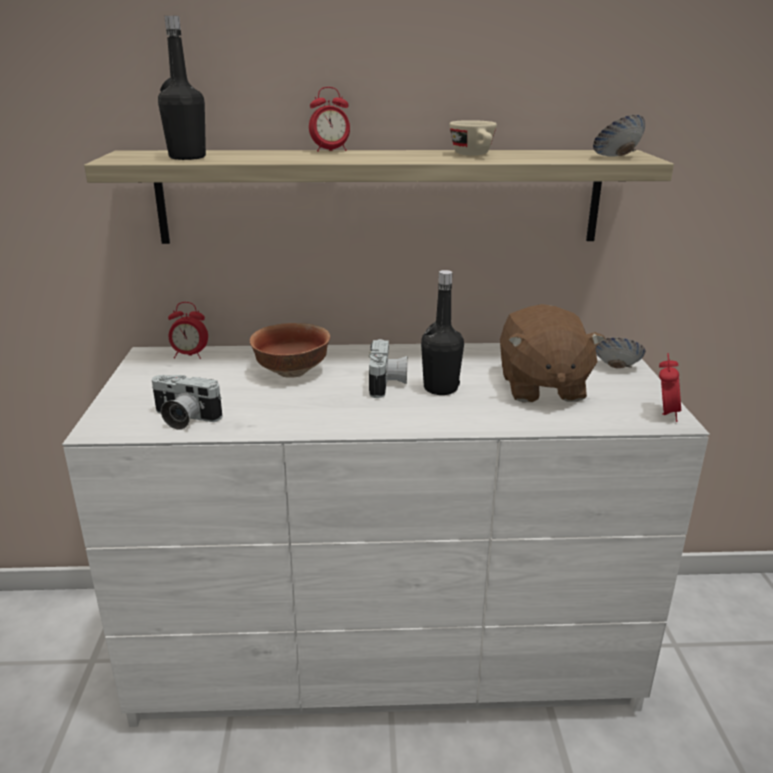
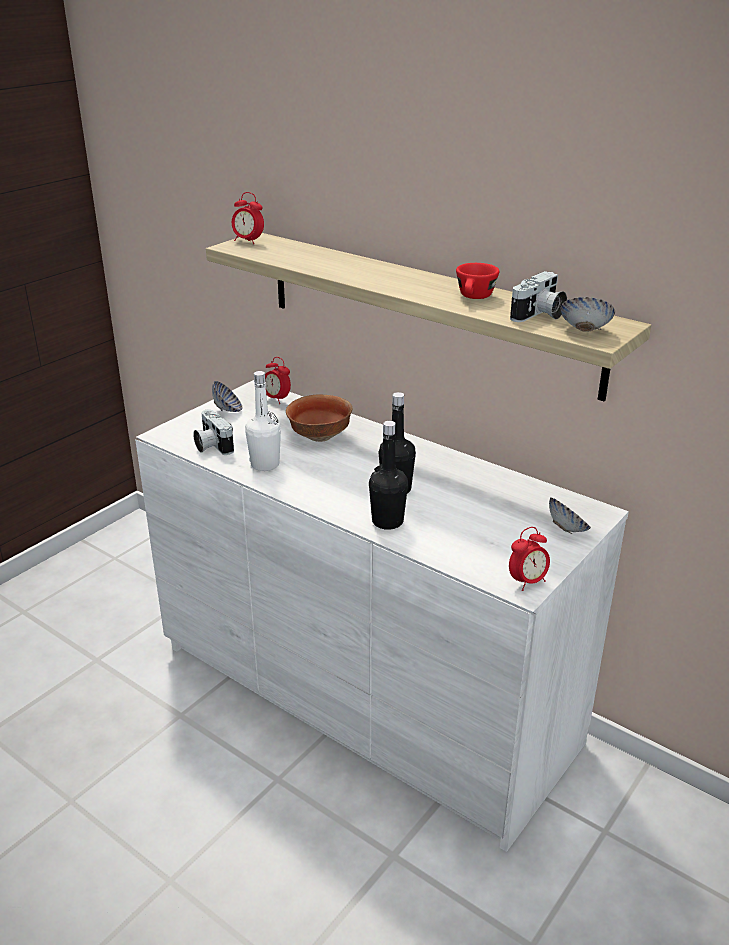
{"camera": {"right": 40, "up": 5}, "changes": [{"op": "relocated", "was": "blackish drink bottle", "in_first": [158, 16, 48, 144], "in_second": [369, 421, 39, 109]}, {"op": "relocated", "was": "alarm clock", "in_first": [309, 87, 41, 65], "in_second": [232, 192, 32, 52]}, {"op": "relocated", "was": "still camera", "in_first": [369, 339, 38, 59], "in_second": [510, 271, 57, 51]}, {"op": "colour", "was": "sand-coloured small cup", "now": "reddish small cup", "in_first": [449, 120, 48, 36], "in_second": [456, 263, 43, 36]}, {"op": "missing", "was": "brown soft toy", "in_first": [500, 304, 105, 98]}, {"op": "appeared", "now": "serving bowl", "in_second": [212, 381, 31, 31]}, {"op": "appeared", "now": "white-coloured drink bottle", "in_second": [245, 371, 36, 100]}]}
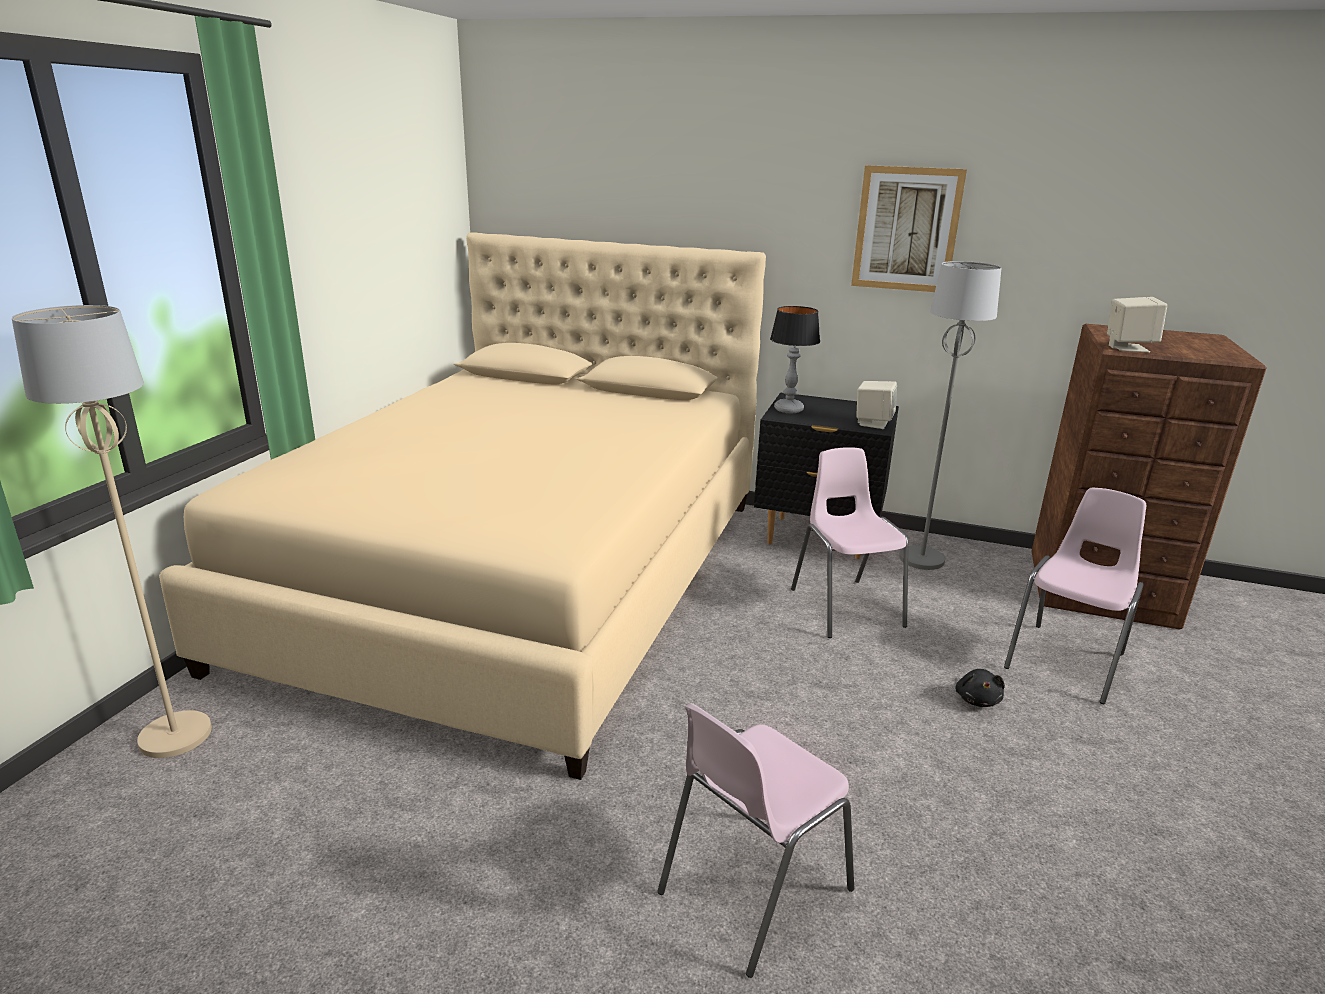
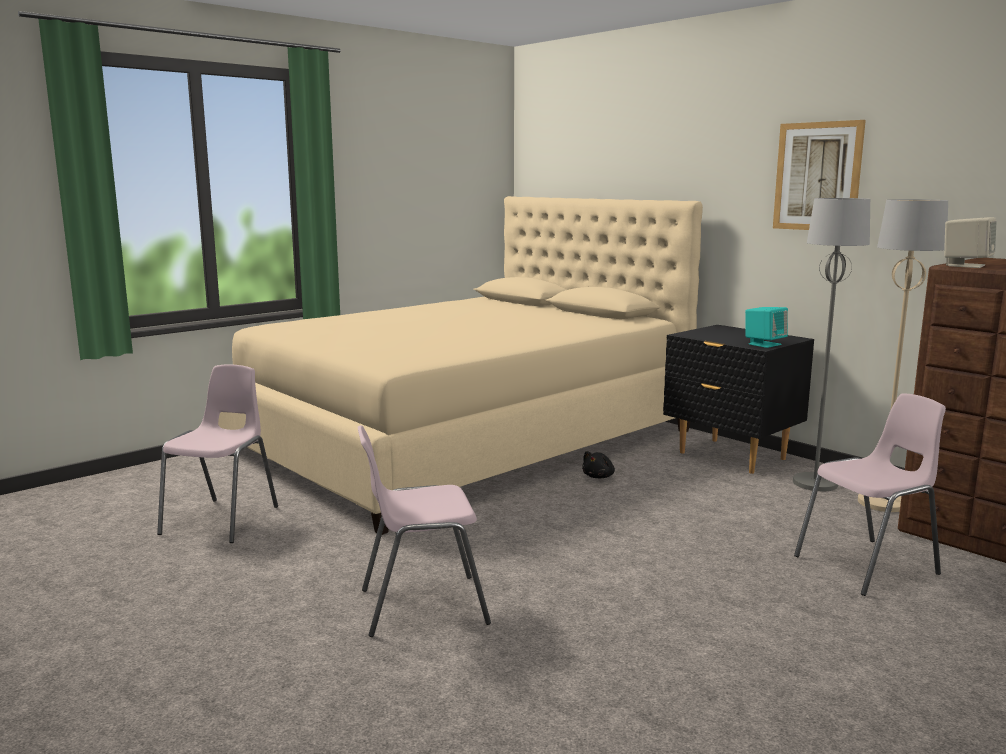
{"camera": {"right": 30, "up": -10}, "changes": [{"op": "relocated", "was": "sand-coloured floor lamp", "in_first": [12, 305, 200, 453], "in_second": [858, 199, 90, 313]}, {"op": "missing", "was": "lamp for a table", "in_first": [770, 306, 50, 107]}, {"op": "relocated", "was": "pinkish chair", "in_first": [791, 447, 117, 191], "in_second": [157, 365, 121, 178]}, {"op": "colour", "was": "sand-coloured speaker", "now": "blue-green speaker", "in_first": [856, 381, 41, 48], "in_second": [745, 307, 43, 41]}, {"op": "relocated", "was": "blackish soft toy", "in_first": [955, 669, 50, 38], "in_second": [582, 451, 33, 27]}]}
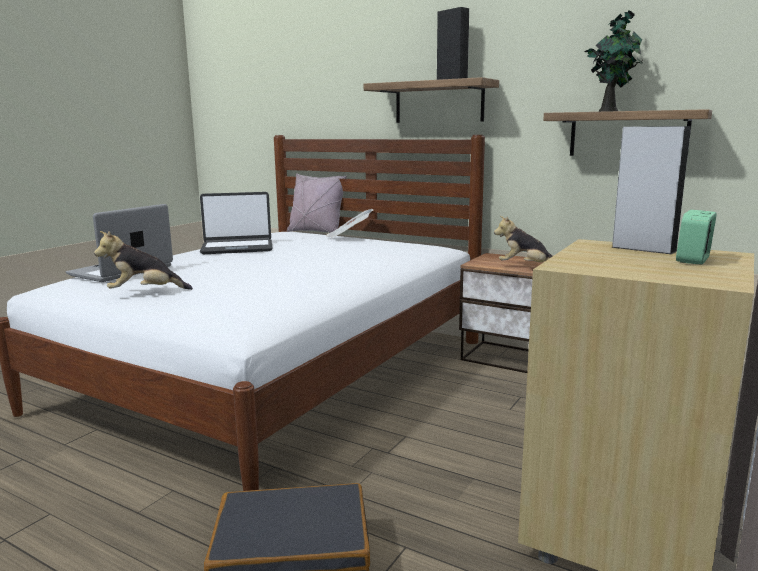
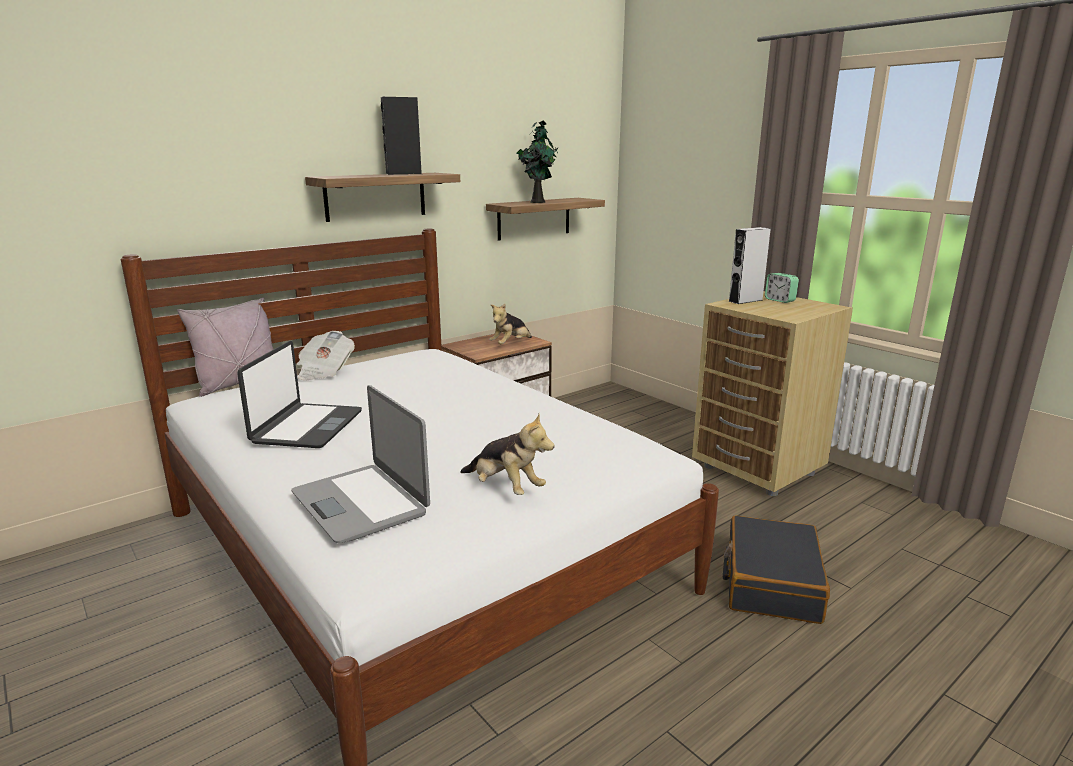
{"camera": {"right": -70, "up": 5}, "changes": [{"op": "spun", "was": "soft toy", "in_first": [94, 231, 99, 59], "in_second": [460, 414, 94, 81], "clockwise": -60}]}
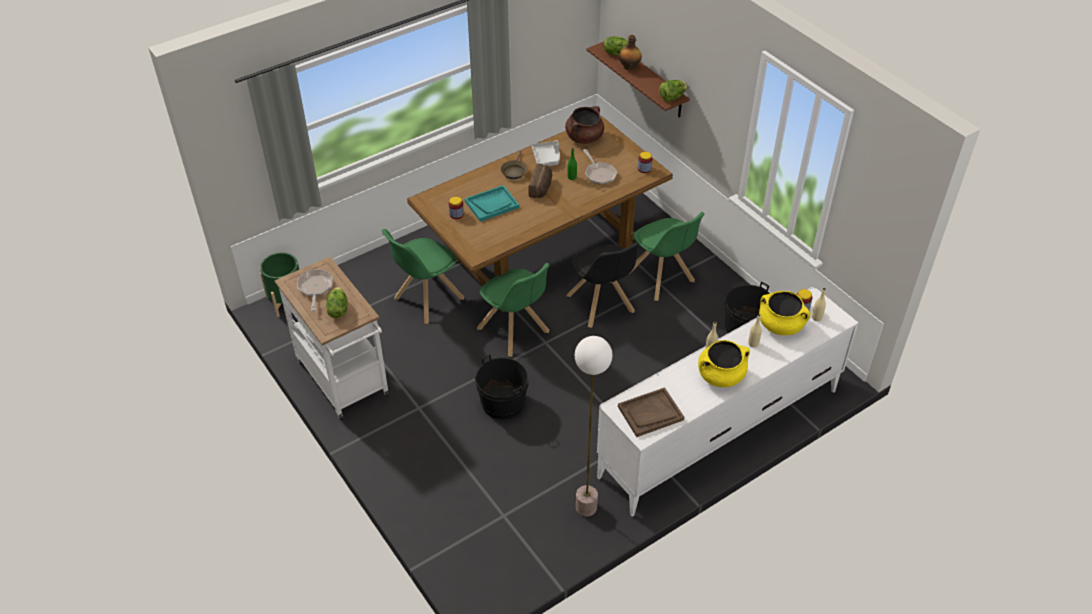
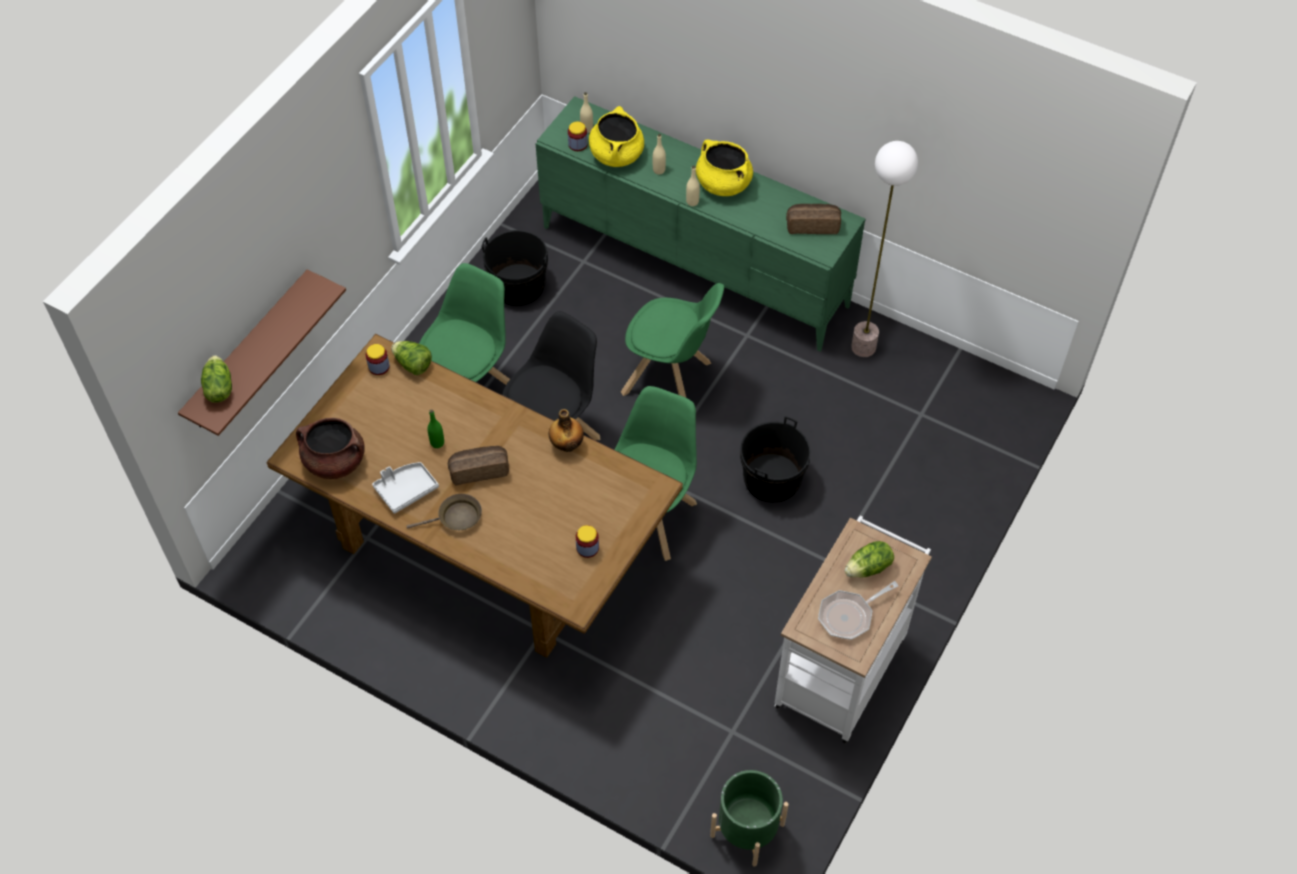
{"camera": {"right": -115, "up": 10}, "changes": [{"op": "relocated", "was": "greenish chair", "in_first": [382, 229, 82, 95], "in_second": [621, 283, 103, 115]}, {"op": "missing", "was": "blue-green carrying tray", "in_first": [465, 185, 54, 37]}, {"op": "missing", "was": "skillet", "in_first": [583, 149, 34, 36]}, {"op": "colour", "was": "white-coloured cupboard", "now": "greenish cupboard", "in_first": [597, 286, 261, 231], "in_second": [536, 96, 330, 256]}, {"op": "exchanged", "was": "brown carrying tray", "now": "bakery bread", "in_first": [618, 387, 66, 50], "in_second": [786, 204, 55, 30]}, {"op": "relocated", "was": "drink bottle", "in_first": [619, 35, 23, 35], "in_second": [549, 409, 35, 43]}, {"op": "relocated", "was": "lettuce head", "in_first": [659, 80, 29, 22], "in_second": [391, 341, 41, 34]}]}
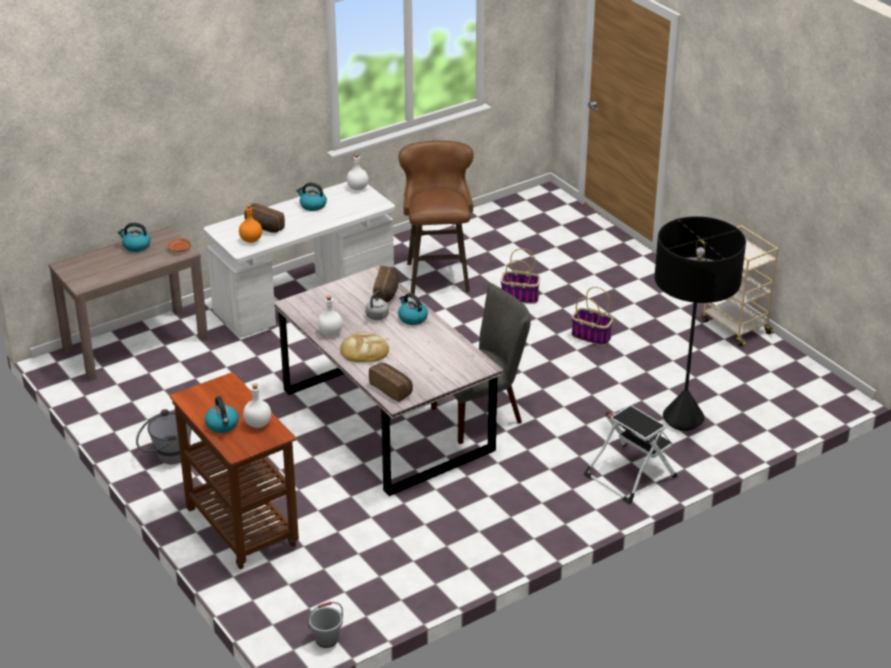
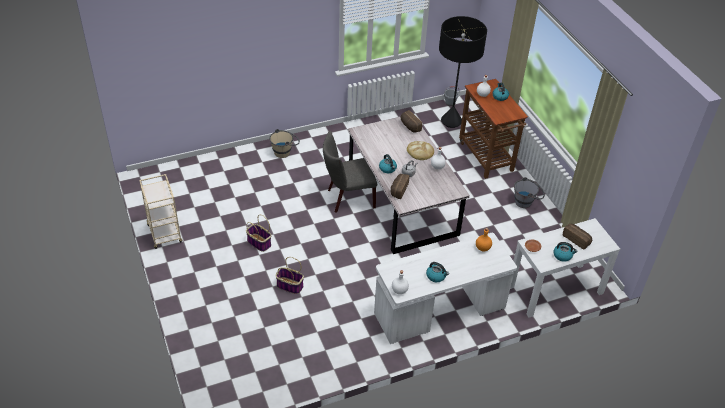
{"camera": {"right": -170, "up": 10}, "changes": [{"op": "colour", "was": "brown console table", "now": "white-coloured console table", "in_first": [49, 226, 159, 155], "in_second": [510, 218, 110, 100]}, {"op": "relocated", "was": "bakery bread", "in_first": [244, 203, 41, 30], "in_second": [563, 224, 29, 26]}, {"op": "missing", "was": "brown stool seat", "in_first": [398, 140, 76, 155]}, {"op": "exchanged", "was": "step ladder", "now": "sand-coloured water bucket", "in_first": [583, 405, 95, 99], "in_second": [269, 129, 31, 29]}, {"op": "relocated", "was": "blackish floor lamp", "in_first": [654, 216, 92, 215], "in_second": [439, 16, 48, 112]}]}
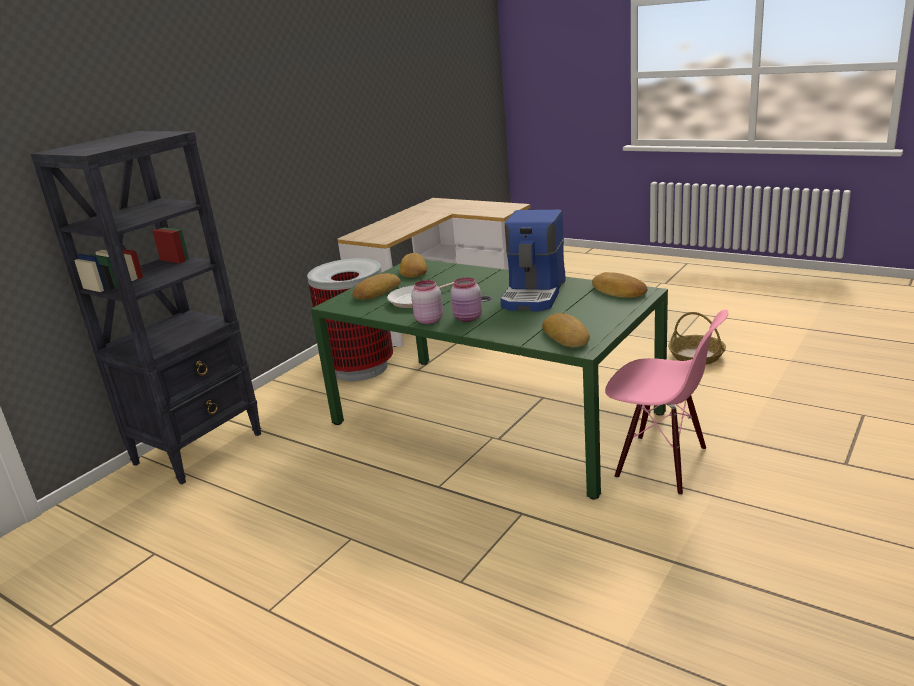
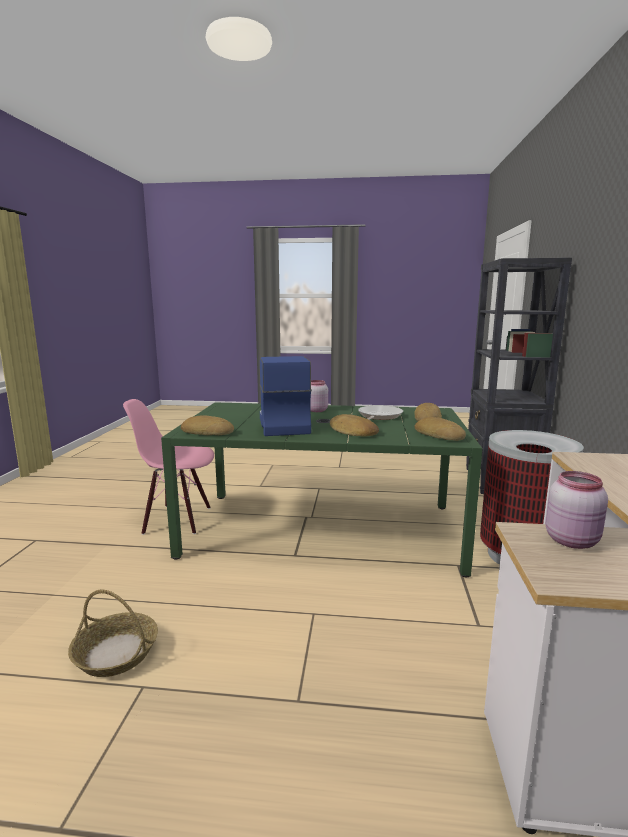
{"camera": {"right": 150, "up": -10}, "changes": [{"op": "relocated", "was": "pinkish jar", "in_first": [411, 280, 32, 44], "in_second": [545, 471, 63, 78]}, {"op": "relocated", "was": "bakery bread", "in_first": [542, 313, 48, 35], "in_second": [330, 414, 49, 23]}]}
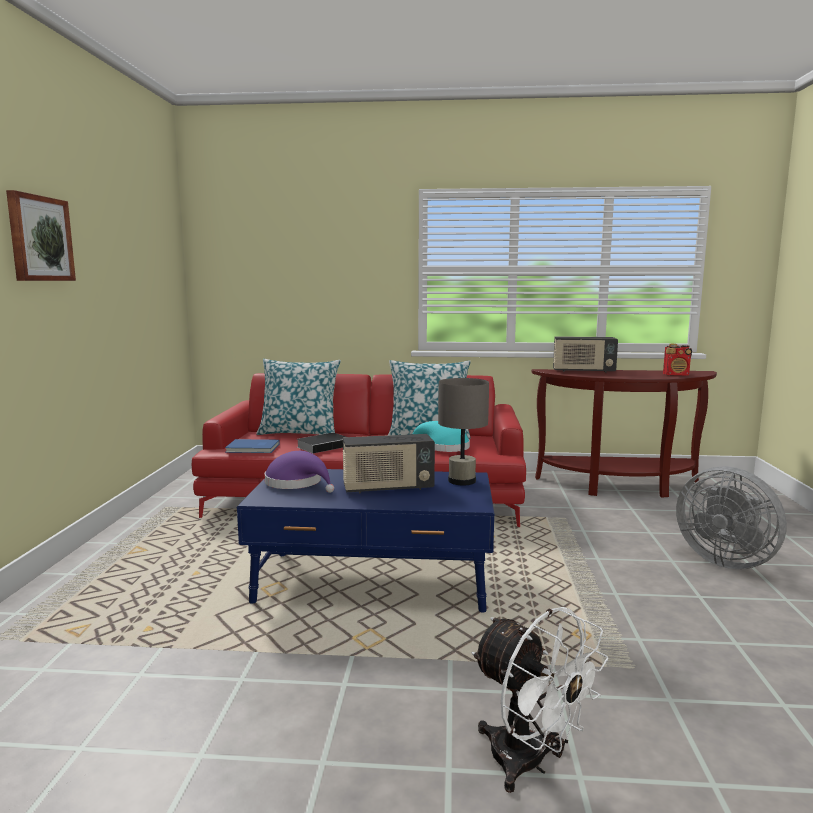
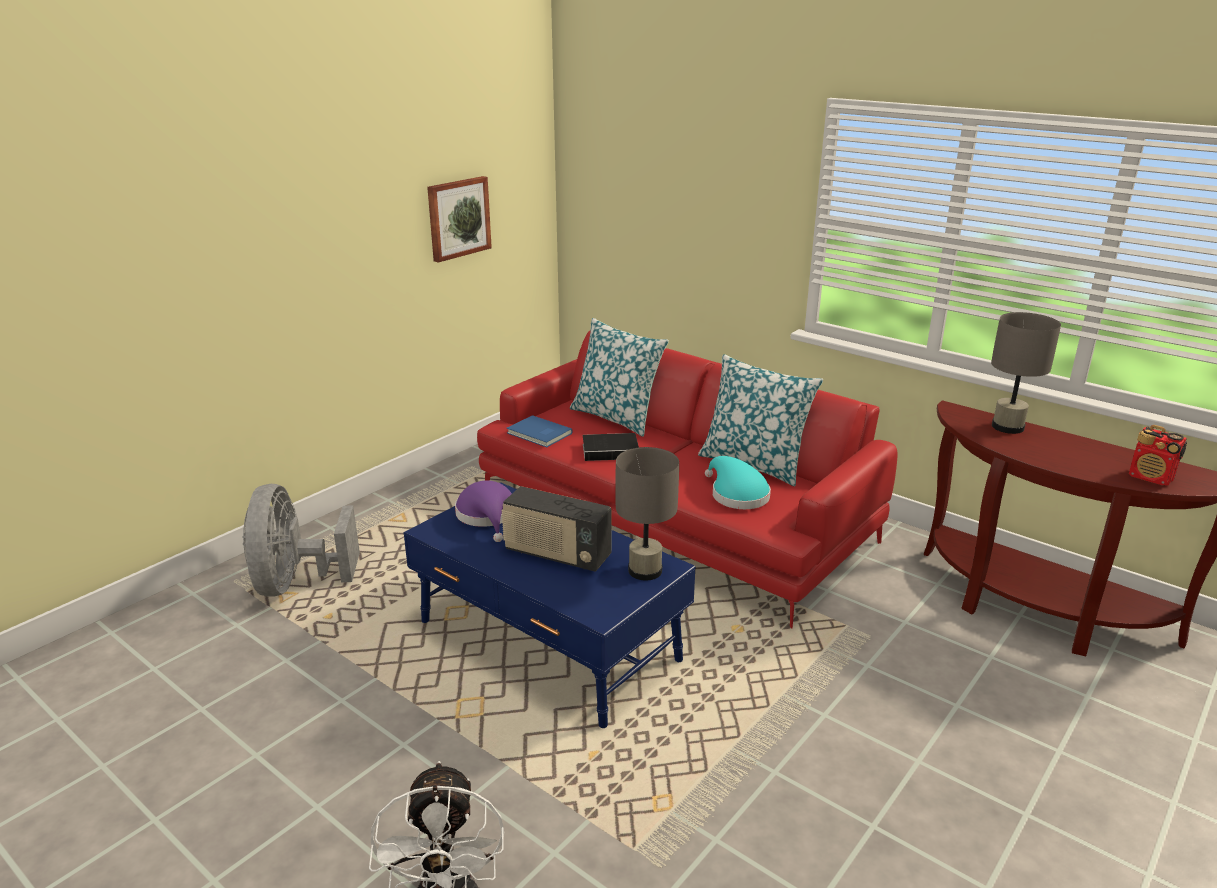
{"camera": {"right": 35, "up": 15}, "changes": [{"op": "relocated", "was": "wall picture", "in_first": [6, 190, 70, 91], "in_second": [427, 176, 65, 87]}, {"op": "exchanged", "was": "radio", "now": "grey lamp for a table", "in_first": [553, 336, 65, 37], "in_second": [991, 312, 70, 122]}, {"op": "relocated", "was": "grey electric fan", "in_first": [676, 466, 111, 103], "in_second": [242, 484, 118, 113]}]}
